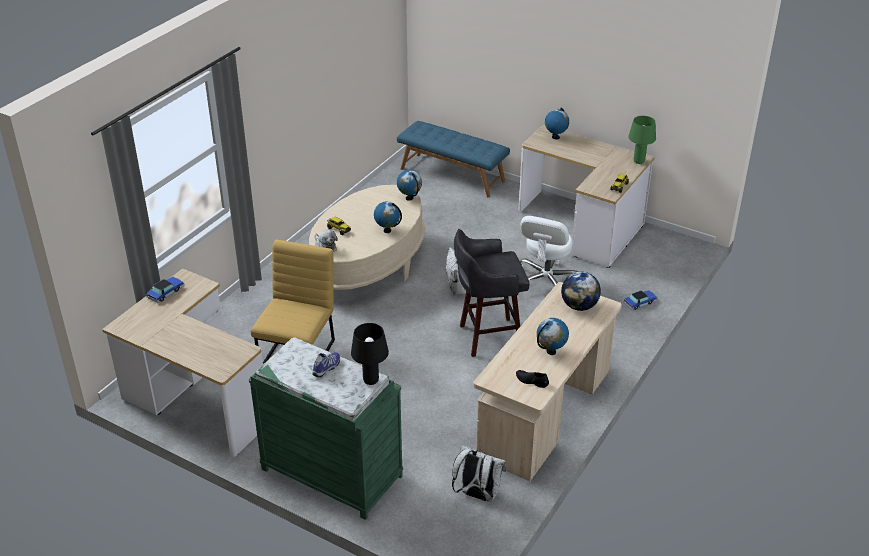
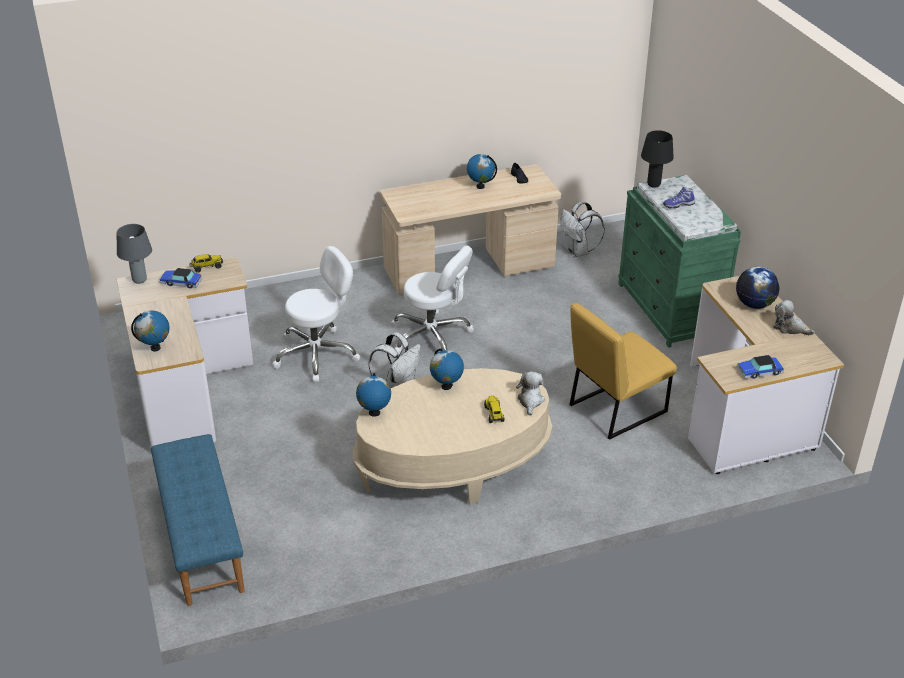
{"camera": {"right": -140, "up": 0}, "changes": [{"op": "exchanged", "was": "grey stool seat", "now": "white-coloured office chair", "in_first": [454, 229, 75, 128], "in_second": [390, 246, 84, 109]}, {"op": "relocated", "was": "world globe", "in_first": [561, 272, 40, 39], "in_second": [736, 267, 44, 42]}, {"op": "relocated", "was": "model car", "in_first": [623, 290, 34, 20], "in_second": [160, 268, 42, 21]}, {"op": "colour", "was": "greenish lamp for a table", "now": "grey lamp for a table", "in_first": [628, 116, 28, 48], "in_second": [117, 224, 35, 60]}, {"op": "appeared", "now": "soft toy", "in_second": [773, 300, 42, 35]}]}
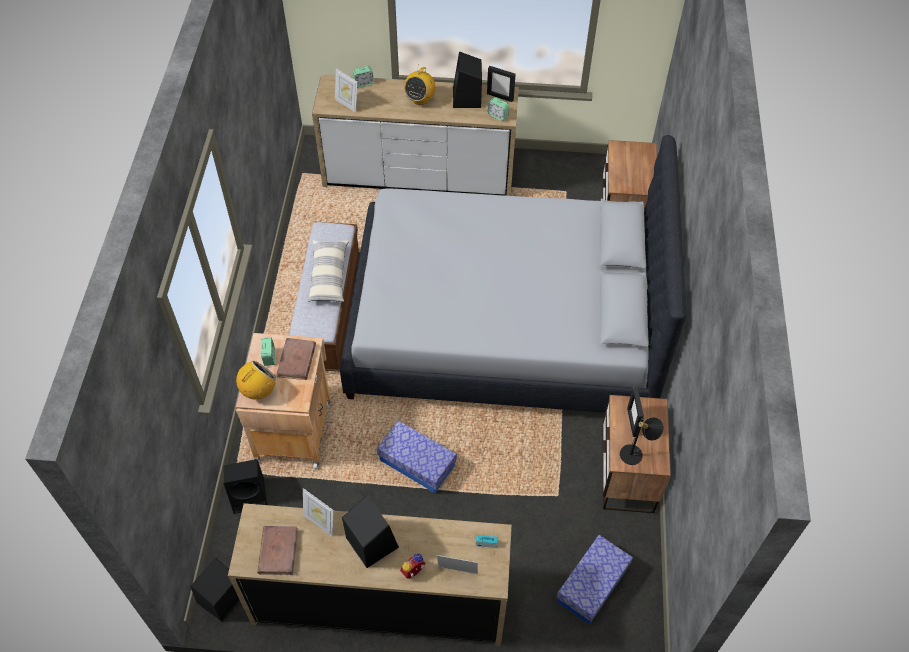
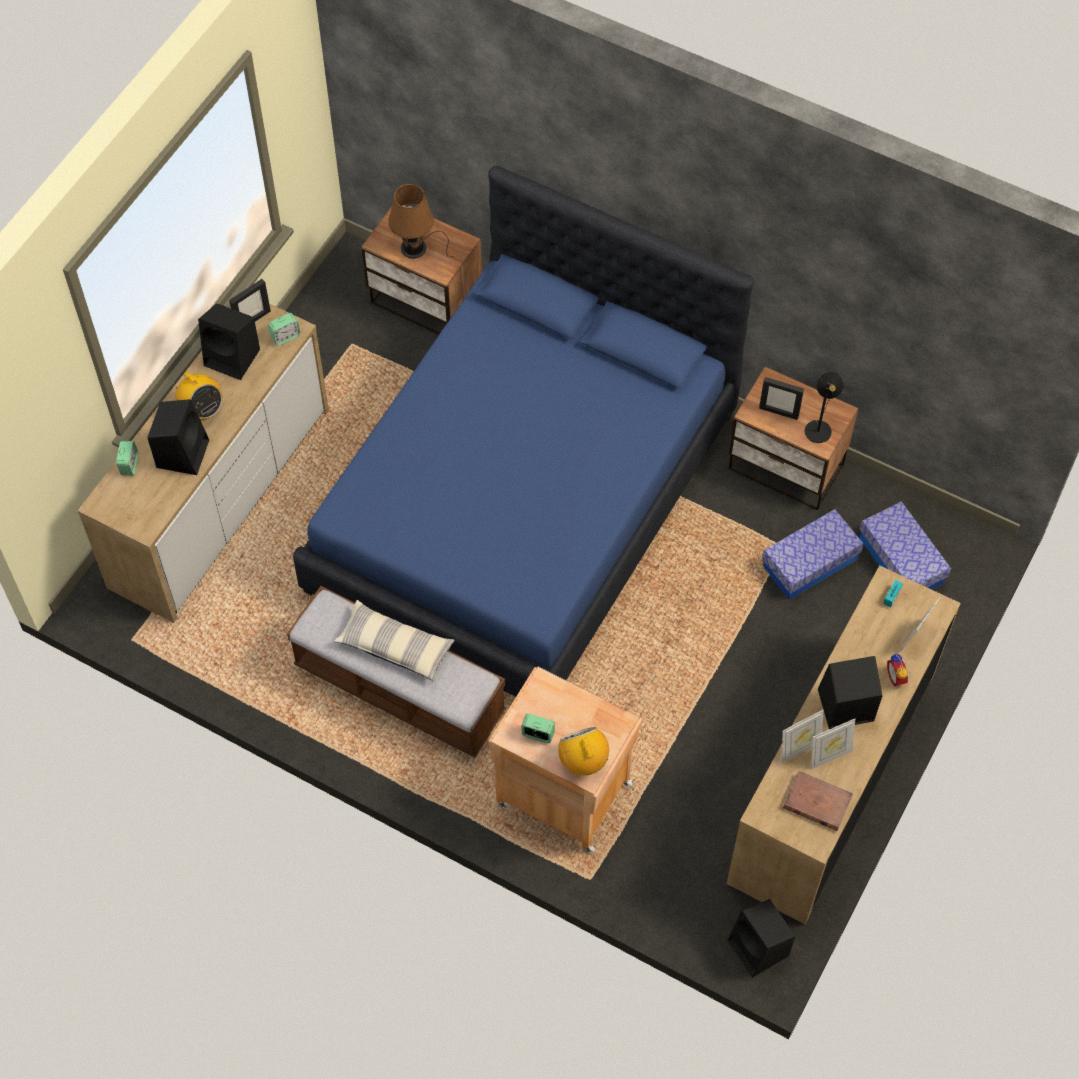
{"camera": {"right": -65, "up": 5}, "changes": [{"op": "relocated", "was": "blackish speaker", "in_first": [224, 459, 43, 55], "in_second": [148, 399, 61, 76]}, {"op": "missing", "was": "brown book", "in_first": [277, 338, 39, 42]}, {"op": "relocated", "was": "standing frame", "in_first": [335, 69, 22, 44], "in_second": [811, 719, 44, 50]}, {"op": "colour", "was": "grey sleeping bed", "now": "blue sleeping bed", "in_first": [340, 135, 346, 278], "in_second": [293, 165, 461, 532]}, {"op": "relocated", "was": "storage bin", "in_first": [377, 421, 80, 72], "in_second": [762, 509, 102, 91]}, {"op": "appeared", "now": "brown lamp for a table", "in_second": [389, 184, 65, 75]}]}
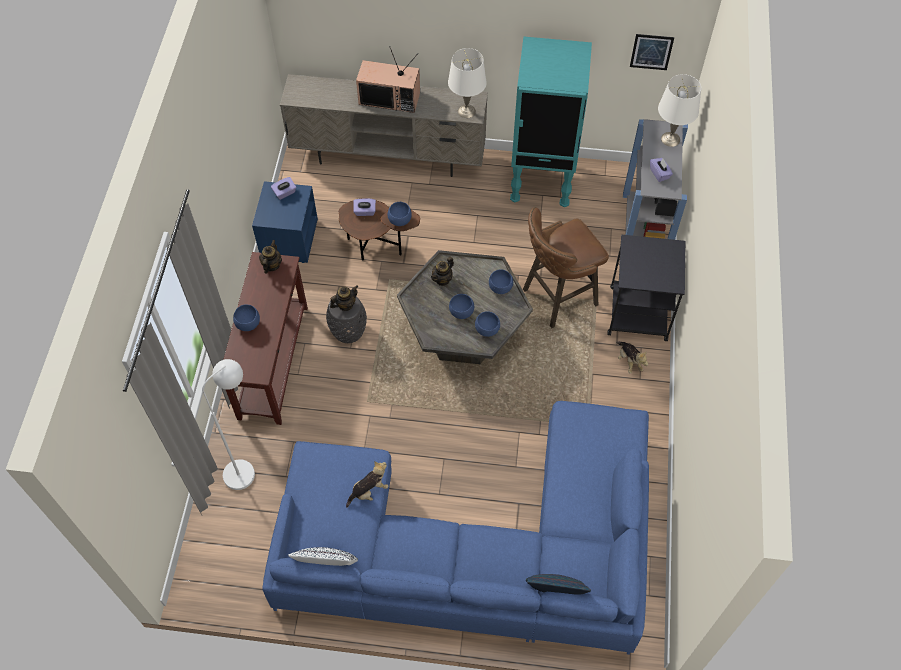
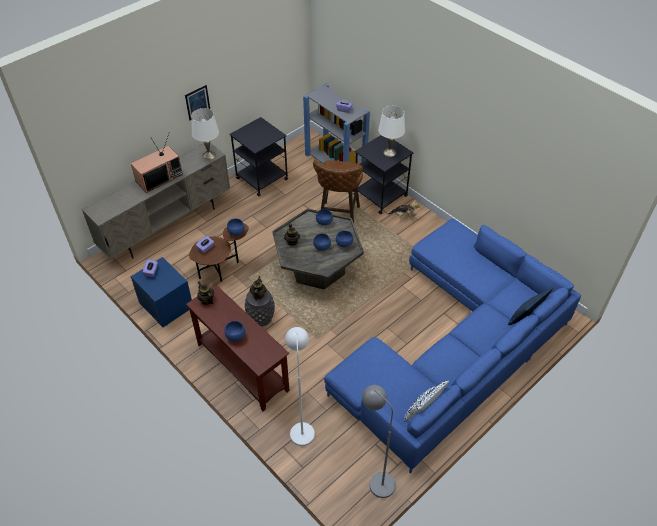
{"camera": {"right": -50, "up": -10}, "changes": [{"op": "missing", "was": "soft toy", "in_first": [346, 461, 42, 47]}, {"op": "exchanged", "was": "blue-green cupboard", "now": "blackish wheeled cart", "in_first": [510, 36, 82, 171], "in_second": [229, 117, 59, 79]}, {"op": "relocated", "was": "wall picture", "in_first": [630, 34, 44, 36], "in_second": [185, 85, 25, 35]}, {"op": "relocated", "was": "white-coloured lamp for a table", "in_first": [658, 74, 43, 73], "in_second": [378, 106, 27, 51]}, {"op": "appeared", "now": "grey floor lamp", "in_second": [362, 385, 34, 113]}]}
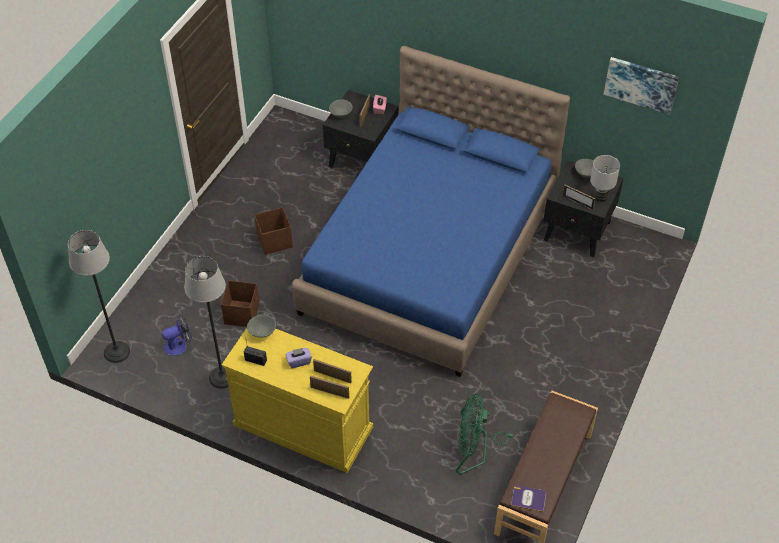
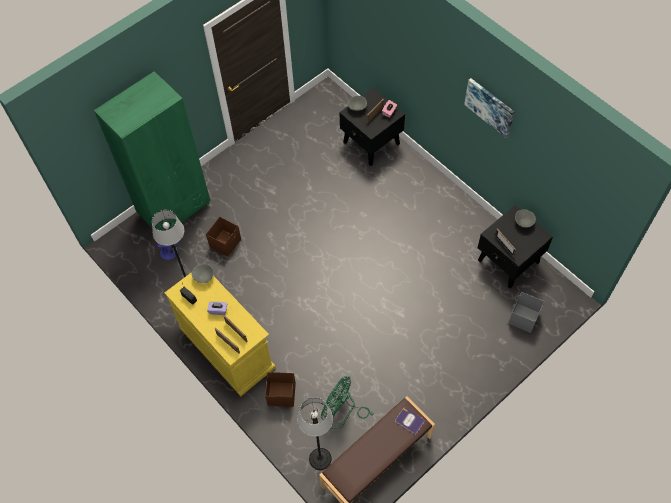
{"camera": {"right": 25, "up": 10}, "changes": [{"op": "relocated", "was": "floor lamp", "in_first": [68, 230, 62, 133], "in_second": [297, 397, 36, 73]}, {"op": "relocated", "was": "brown storage bin", "in_first": [254, 207, 39, 48], "in_second": [265, 372, 31, 35]}, {"op": "missing", "was": "blue sleeping bed", "in_first": [292, 46, 278, 331]}, {"op": "relocated", "was": "book", "in_first": [511, 485, 35, 27], "in_second": [395, 408, 30, 27]}, {"op": "missing", "was": "grey lamp for a table", "in_first": [590, 155, 30, 47]}, {"op": "relocated", "was": "wall picture", "in_first": [604, 57, 75, 58], "in_second": [464, 78, 50, 60]}, {"op": "appeared", "now": "greenish clothes cupboard", "in_second": [94, 71, 116, 160]}, {"op": "appeared", "now": "grey storage bin", "in_second": [508, 292, 36, 41]}]}
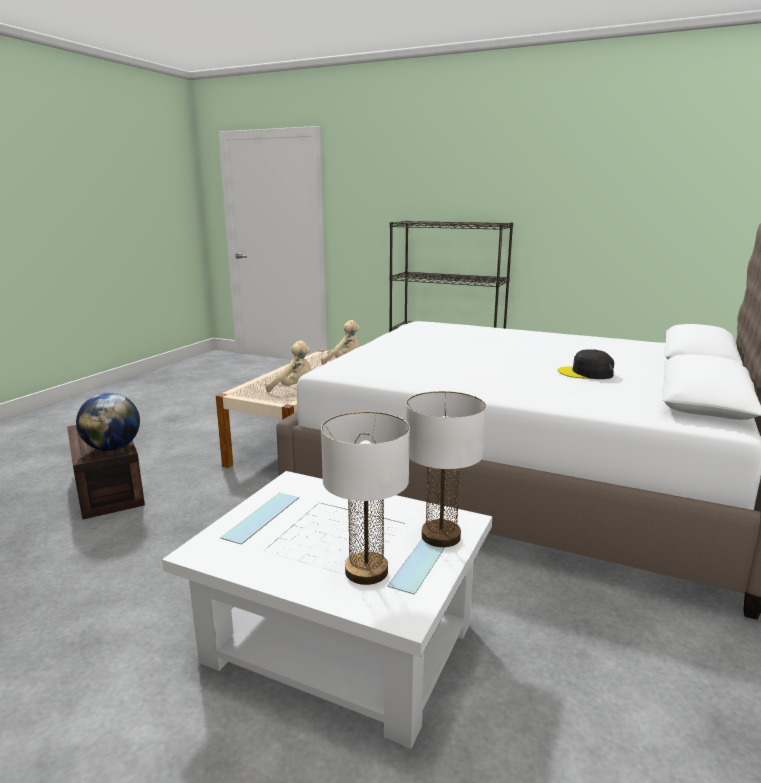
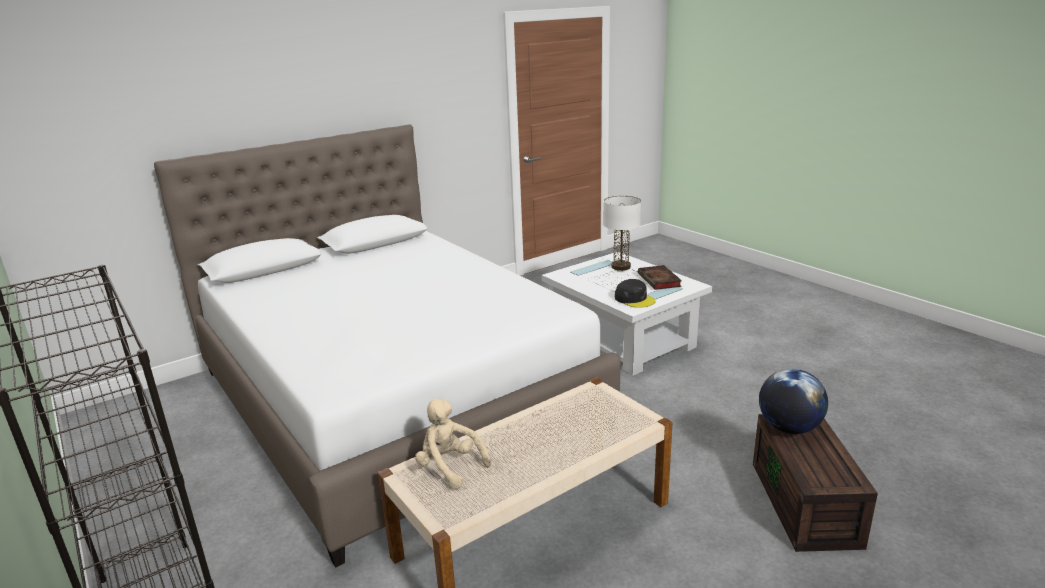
{"camera": {"right": -150, "up": 5}, "changes": [{"op": "missing", "was": "sand-coloured soft toy", "in_first": [266, 341, 46, 51]}, {"op": "missing", "was": "lamp for a table", "in_first": [406, 391, 80, 156]}, {"op": "relocated", "was": "blackish peaked cap", "in_first": [558, 349, 56, 30], "in_second": [615, 279, 41, 29]}, {"op": "appeared", "now": "book", "in_second": [638, 265, 44, 25]}]}
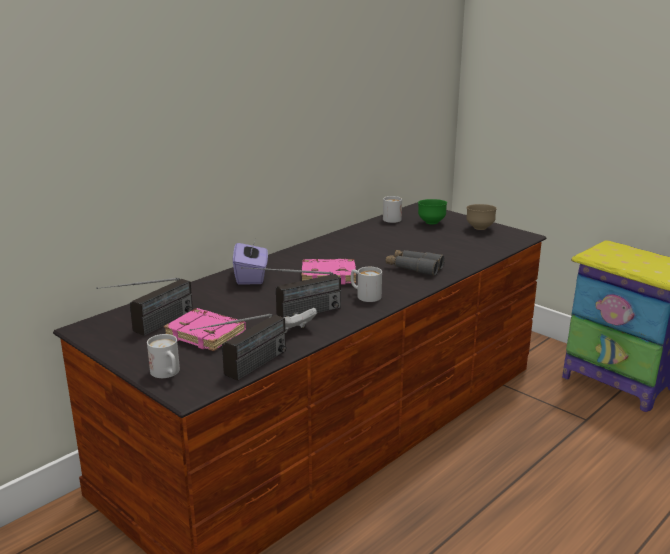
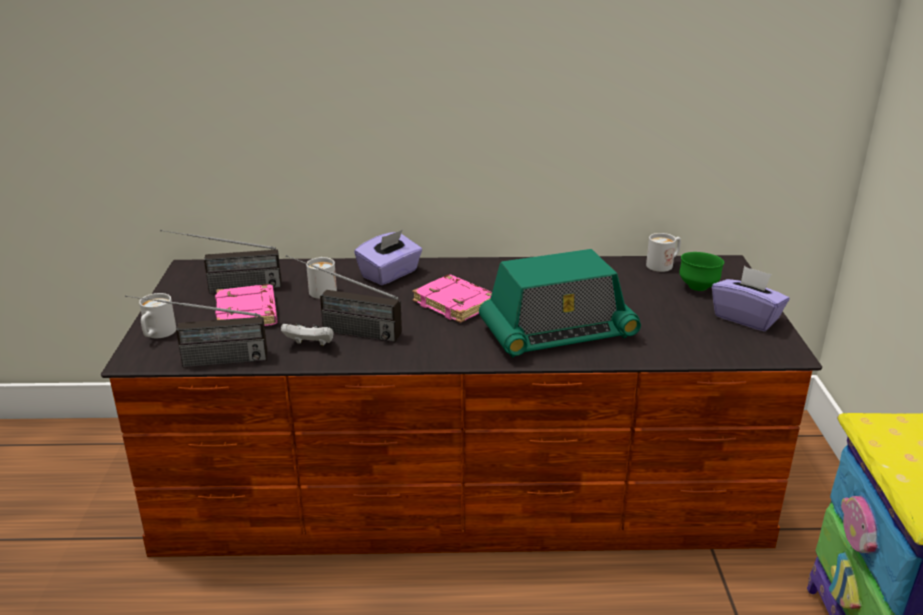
{"camera": {"right": 45, "up": 5}, "changes": [{"op": "relocated", "was": "white-coloured coffee mug", "in_first": [351, 267, 31, 35], "in_second": [306, 257, 31, 42]}, {"op": "exchanged", "was": "grey field glasses", "now": "radio", "in_first": [385, 250, 59, 26], "in_second": [479, 249, 162, 109]}, {"op": "exchanged", "was": "brown serving bowl", "now": "purplish tissue box", "in_first": [467, 204, 30, 26], "in_second": [712, 266, 78, 66]}]}
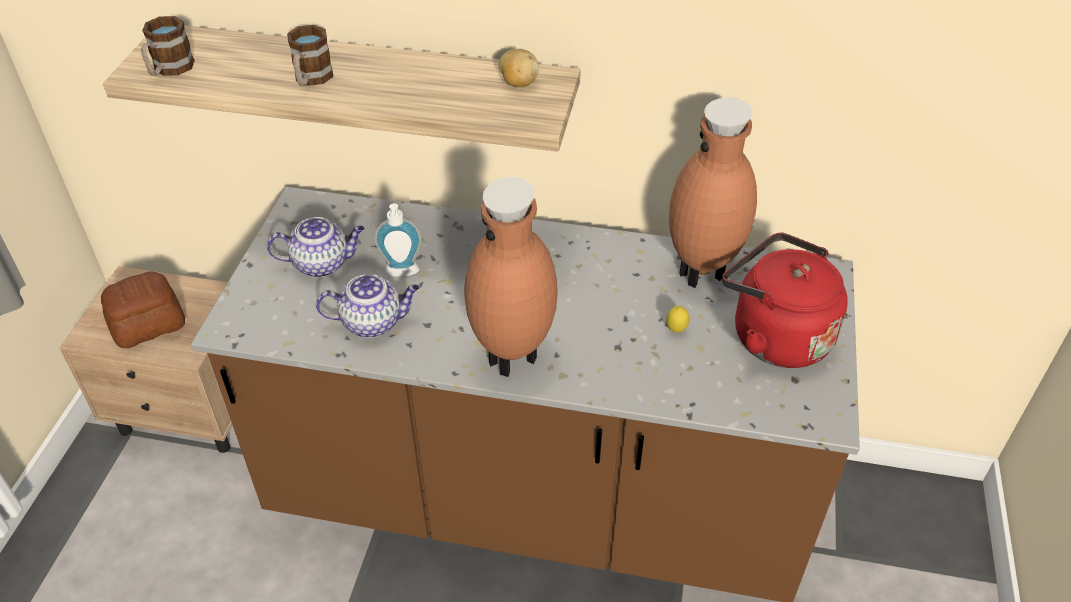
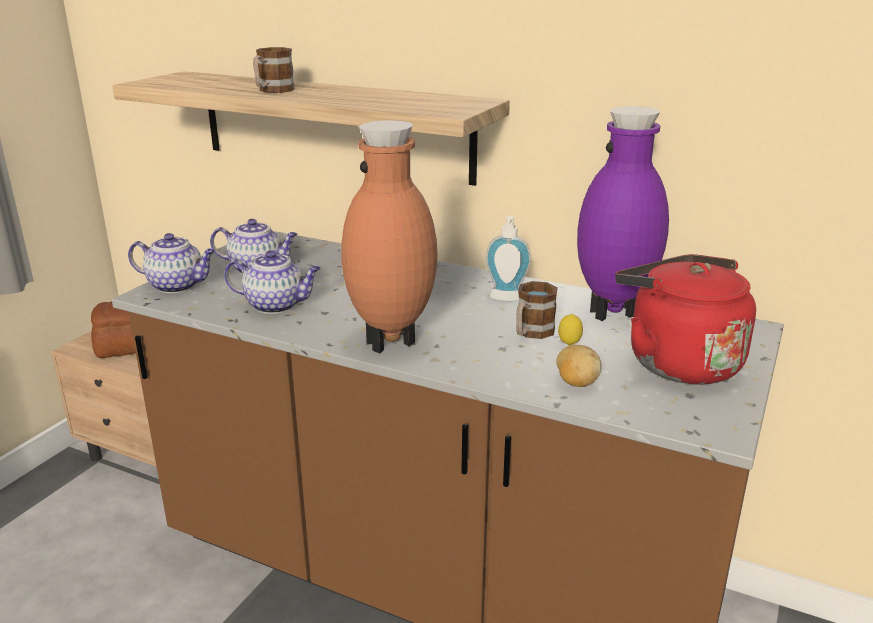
{"camera": {"right": 15, "up": -20}, "changes": [{"op": "relocated", "was": "coffee mug", "in_first": [141, 16, 54, 60], "in_second": [516, 281, 42, 58]}, {"op": "relocated", "was": "liquid soap bottle", "in_first": [375, 203, 46, 74], "in_second": [485, 216, 46, 85]}, {"op": "relocated", "was": "potato", "in_first": [499, 49, 40, 38], "in_second": [556, 345, 46, 42]}, {"op": "colour", "was": "brown flower vase", "now": "purplish flower vase", "in_first": [669, 97, 88, 191], "in_second": [577, 106, 92, 215]}, {"op": "appeared", "now": "teapot", "in_second": [128, 233, 88, 60]}]}
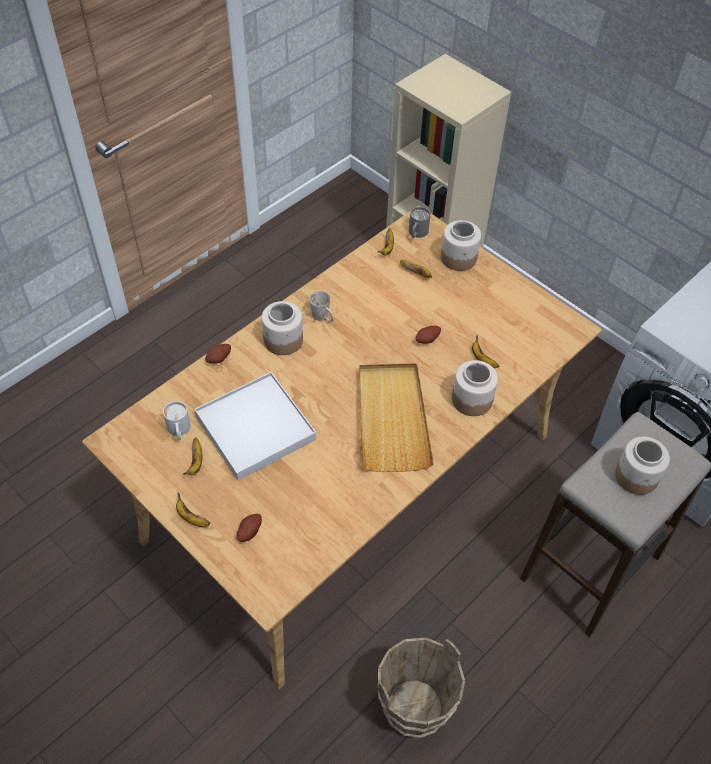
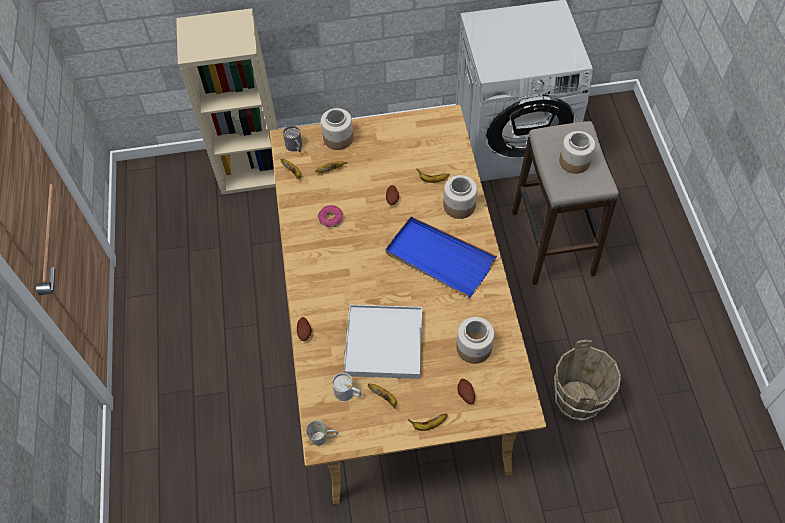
{"camera": {"right": -50, "up": 5}, "changes": [{"op": "relocated", "was": "jar", "in_first": [262, 301, 41, 54], "in_second": [456, 317, 38, 47]}, {"op": "relocated", "was": "white-coloured coffee mug", "in_first": [309, 290, 25, 32], "in_second": [306, 420, 33, 26]}, {"op": "colour", "was": "sand-coloured carrying tray", "now": "blue carrying tray", "in_first": [359, 363, 75, 109], "in_second": [385, 217, 112, 81]}, {"op": "appeared", "now": "doughnut", "in_second": [318, 205, 25, 23]}]}
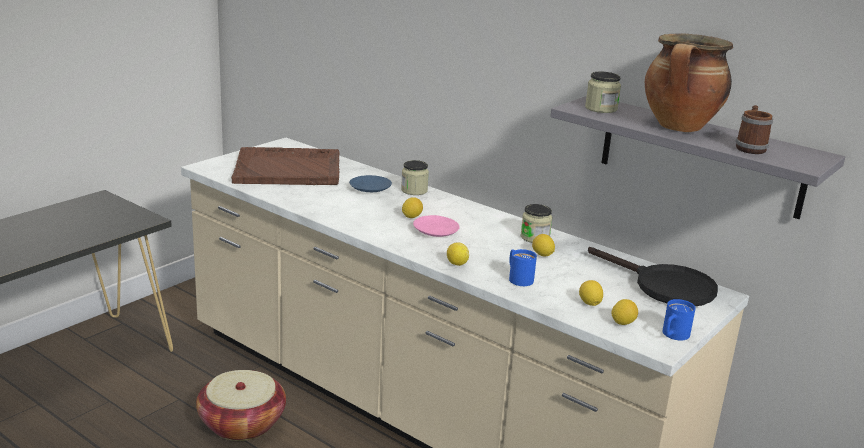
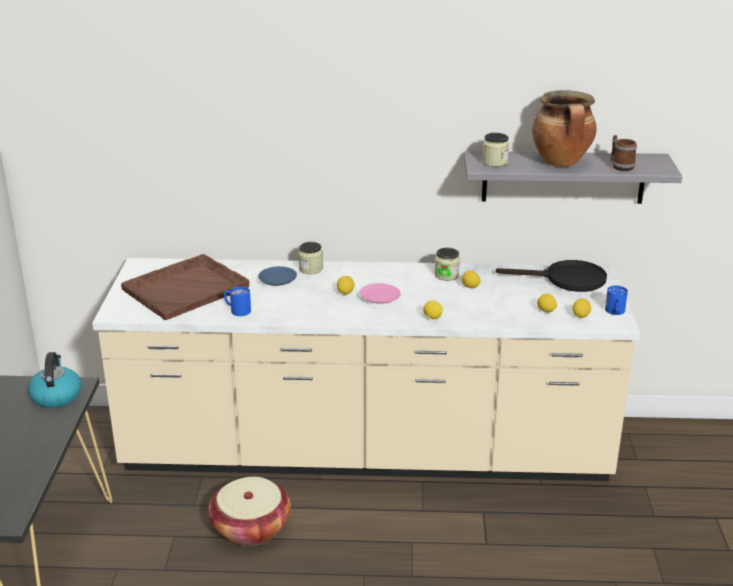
{"camera": {"right": -35, "up": 5}, "changes": [{"op": "relocated", "was": "blue coffee mug", "in_first": [509, 249, 28, 37], "in_second": [224, 287, 27, 29]}, {"op": "appeared", "now": "water kettle", "in_second": [28, 352, 53, 56]}]}
